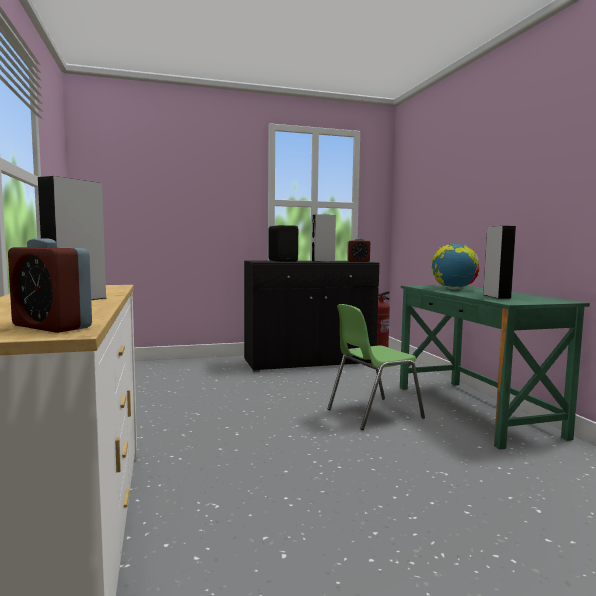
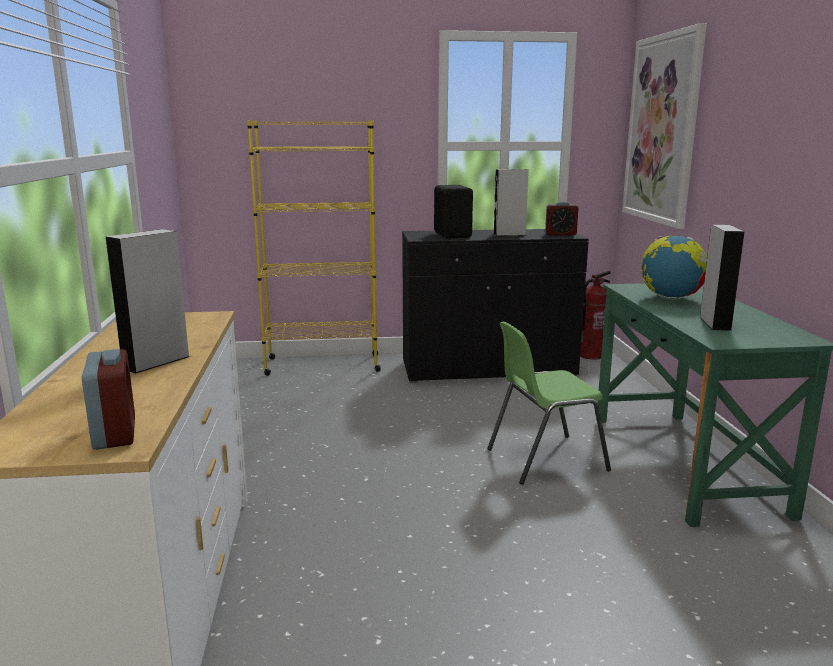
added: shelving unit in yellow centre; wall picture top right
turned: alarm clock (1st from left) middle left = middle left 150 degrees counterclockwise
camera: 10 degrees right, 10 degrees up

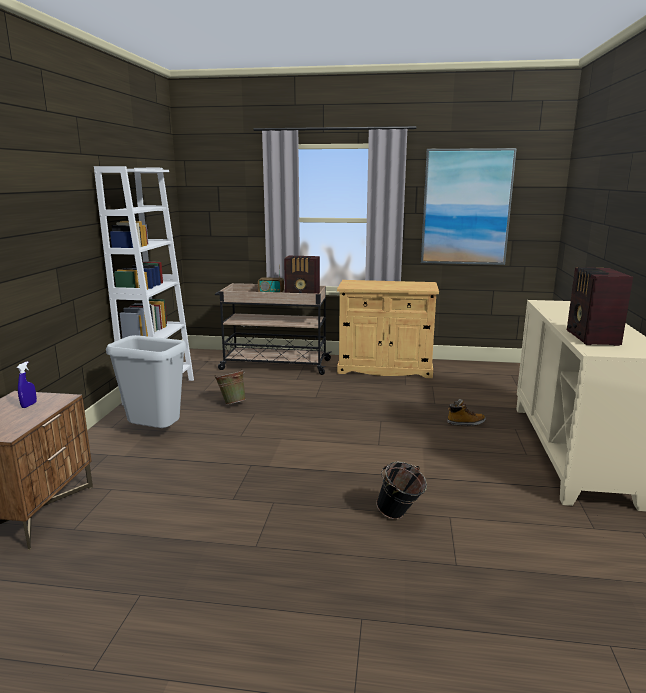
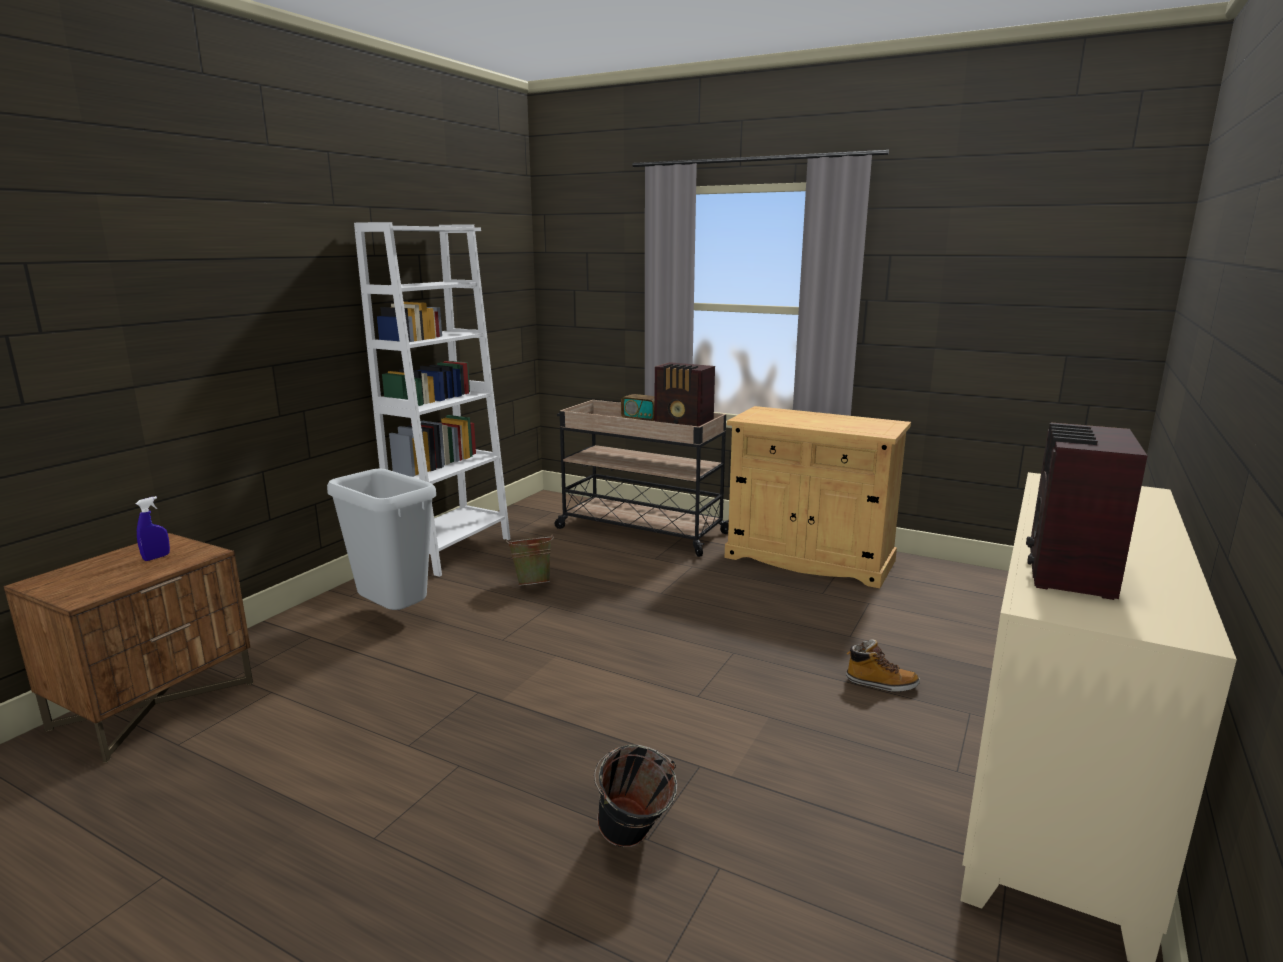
removed: wall picture top right
camera: 20 degrees right, 0 degrees up

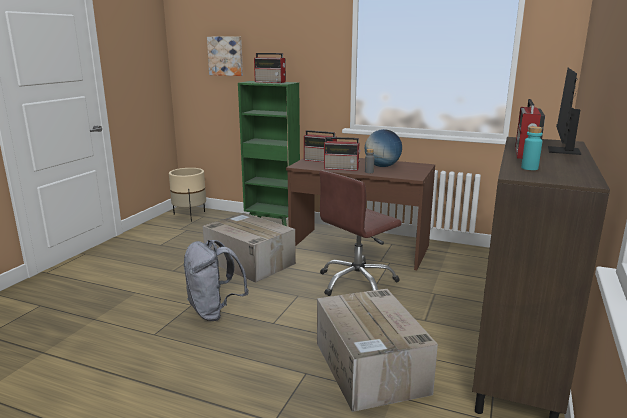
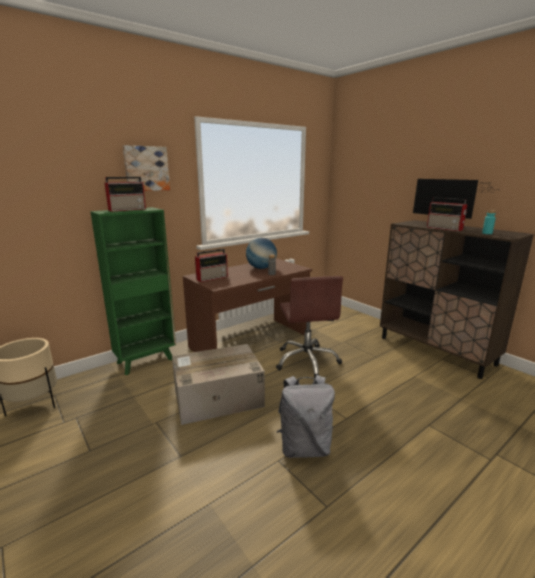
removed: carton (2nd from left) bottom centre; radio set (3rd from left) centre
moved: wall picture top centre to top left
camera: 60 degrees left, 0 degrees up

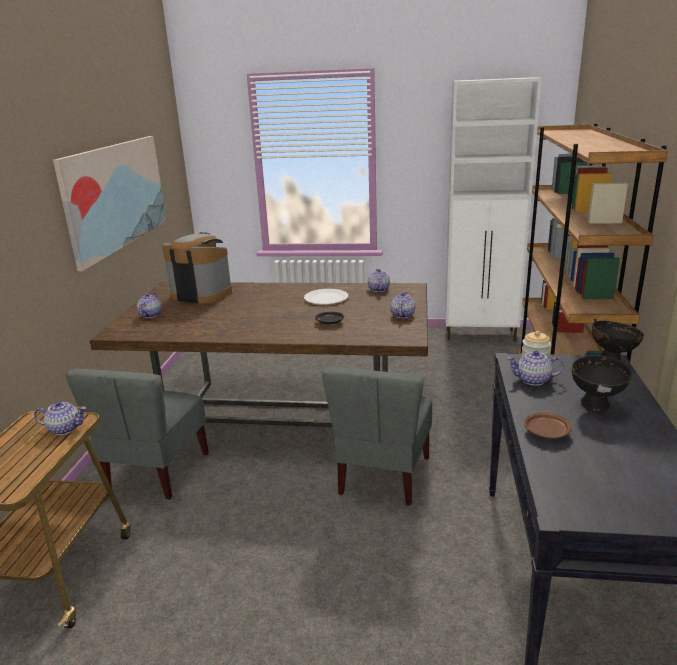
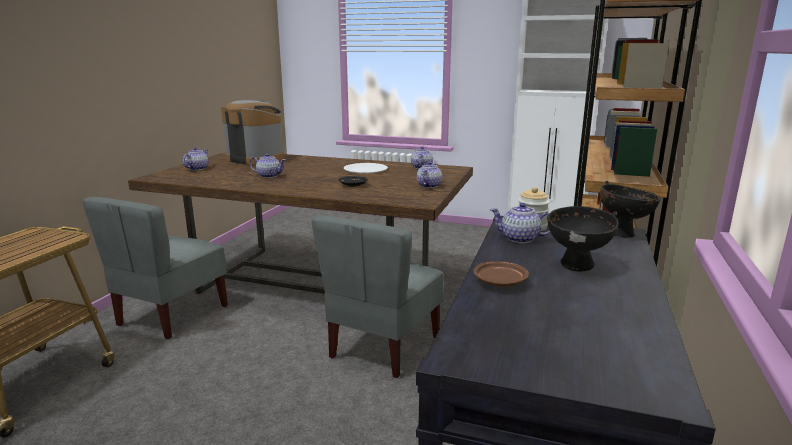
removed: wall picture top left
moved: teapot (1st from left in the first image) middle left to teapot (2nd from left) centre
camera: 10 degrees right, 5 degrees down

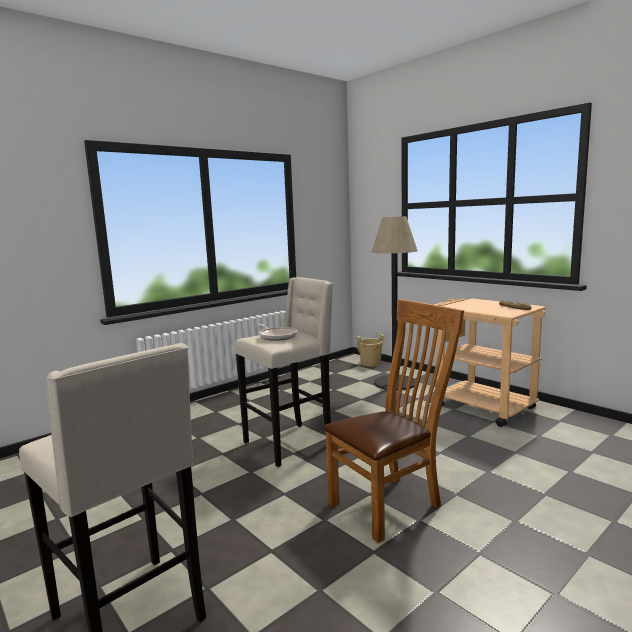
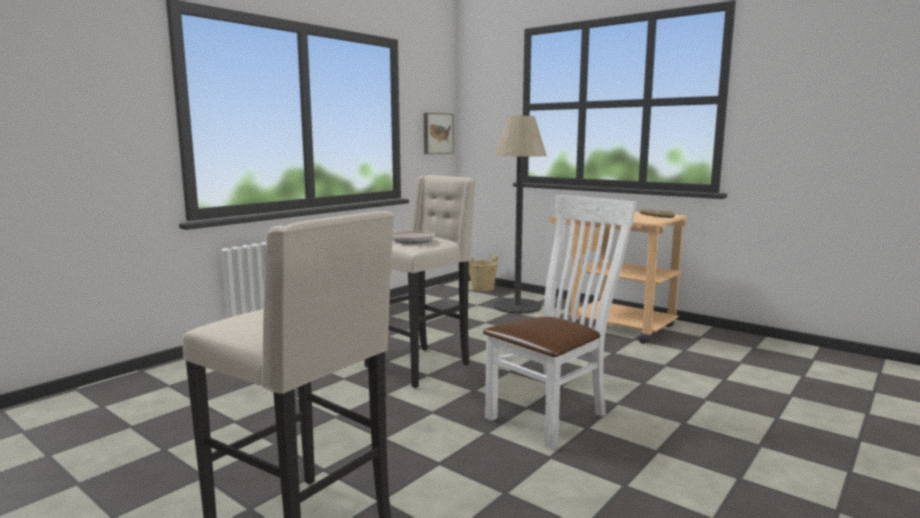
added: wall picture top centre
recoloured: chair in brown centre to chair in white centre
camera: 10 degrees left, 0 degrees up

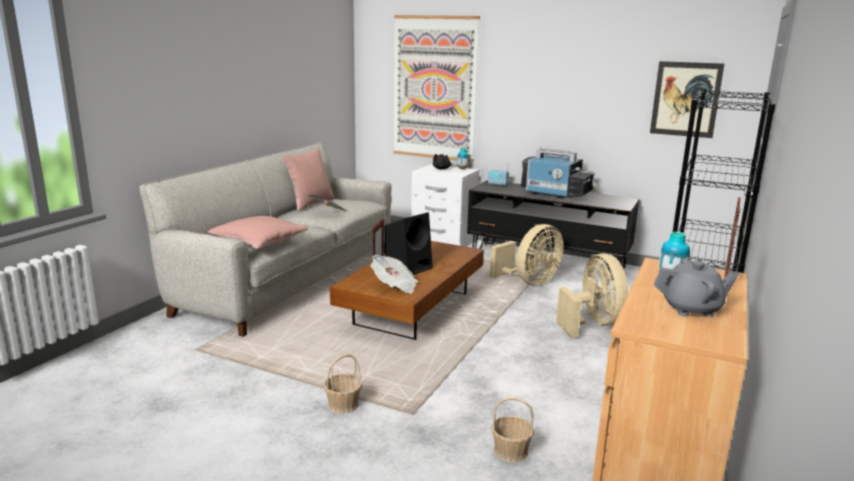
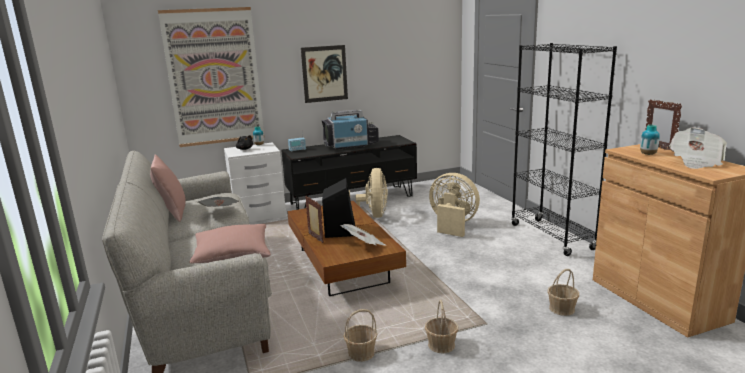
added: household basket (1st from left) bottom centre
moved: wall picture (2nd from left) top right to top centre
replaced: teapot in greyish middle right to daily paper (3rd from left) middle right
camera: 45 degrees left, 0 degrees up

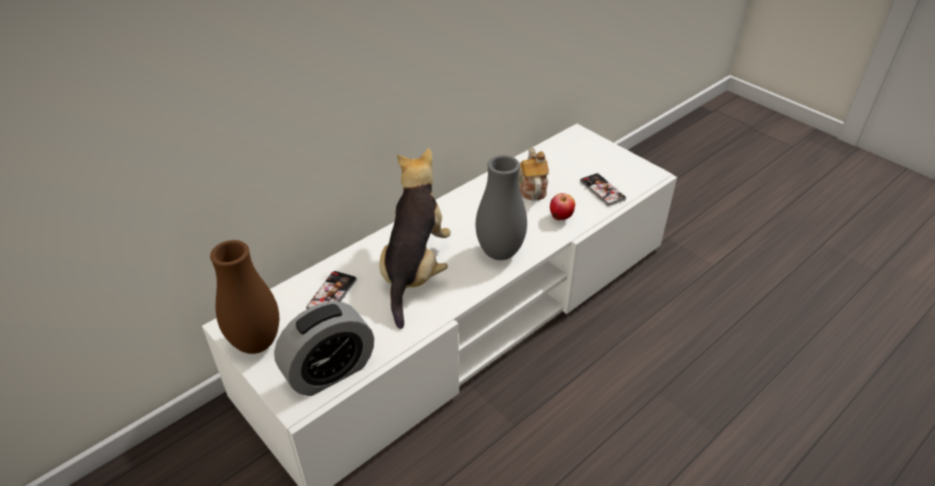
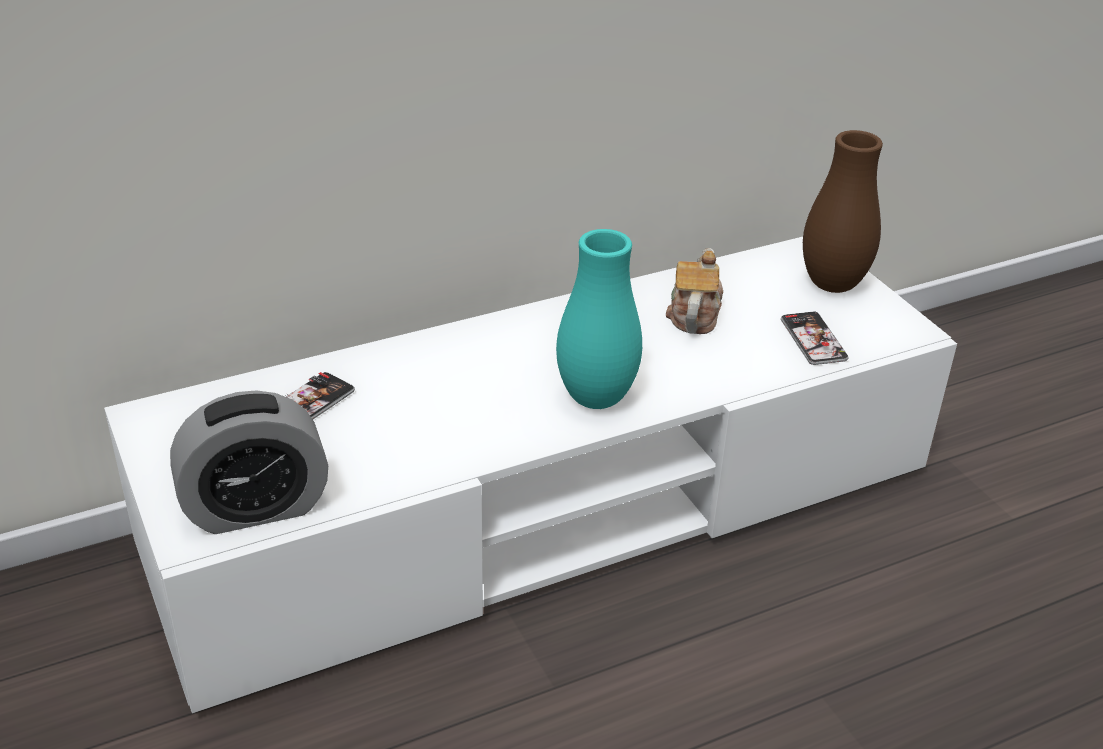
removed: cuddly toy centre; apple fruit centre
moved: flower vase in brown middle left to top right
recoloured: flower vase in greyish centre to flower vase in blue-green centre
camera: 15 degrees right, 5 degrees down

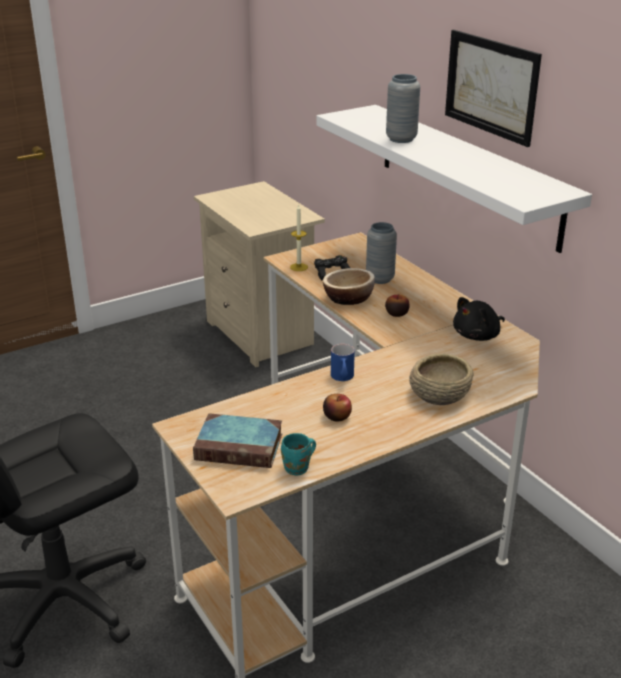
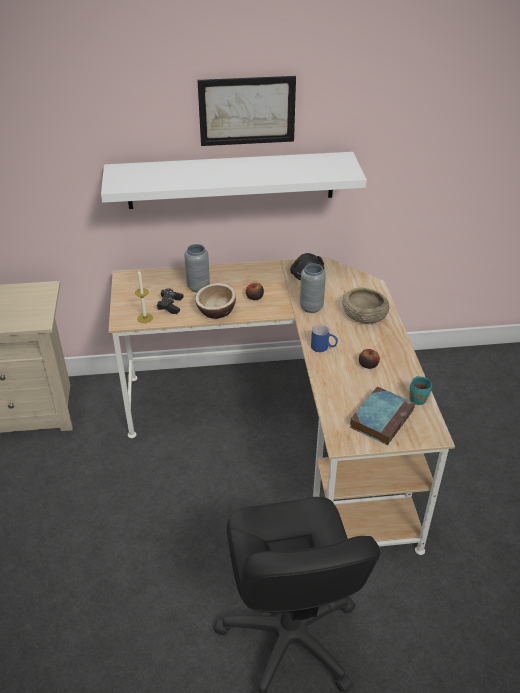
moved: flower vase in greyish (2nd from left) top centre to centre
camera: 65 degrees left, 10 degrees up

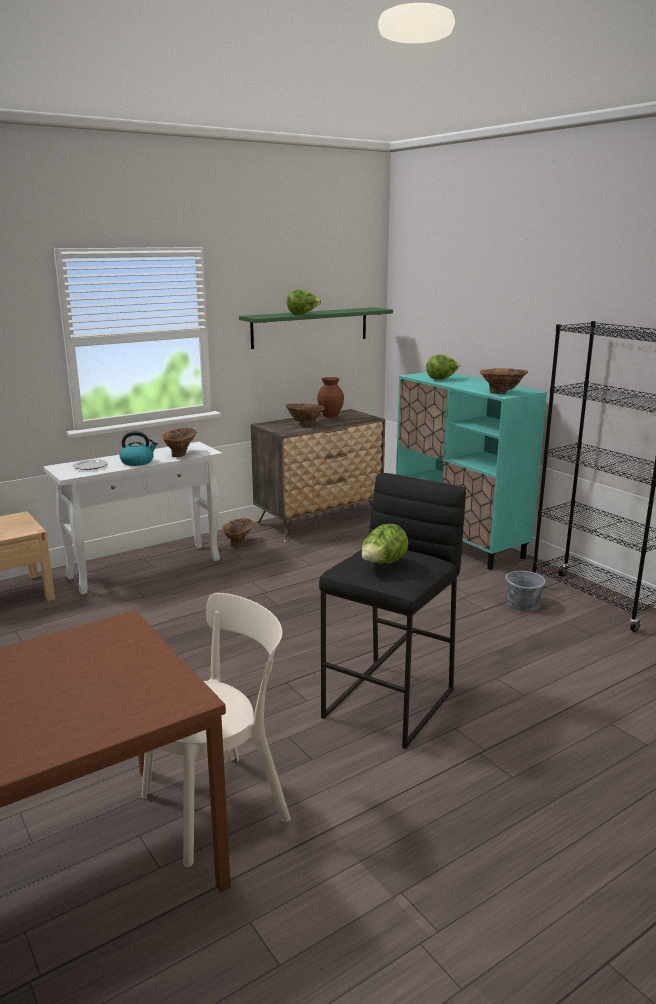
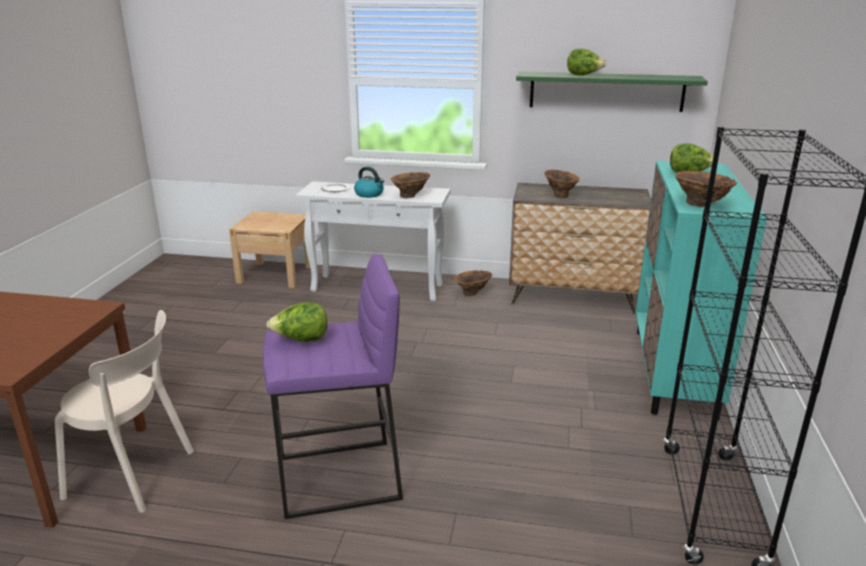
removed: flower vase in brown (4th from left) centre; bucket in greyish middle right
recoloured: stool in blackish centre to stool in purple bottom centre
camera: 45 degrees right, 5 degrees up

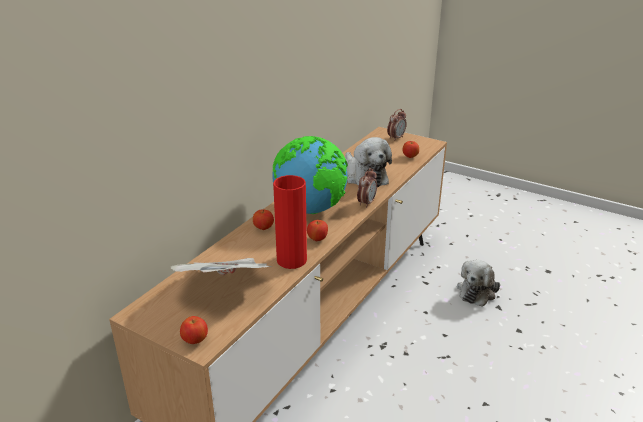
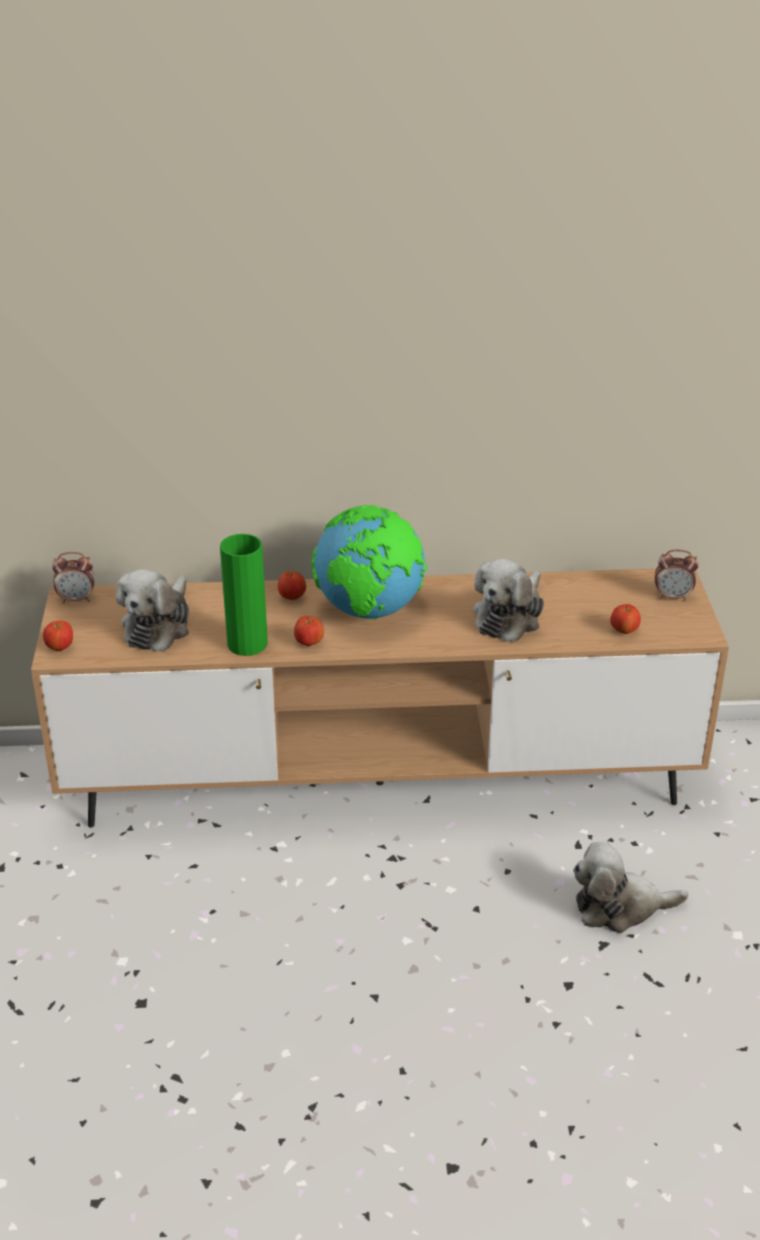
moved: alarm clock (1st from left) centre to middle left
replaced: daily paper centre to cuddly toy (1st from left) middle left
recoloured: flower vase in reddish centre to flower vase in green middle left
camera: 55 degrees right, 5 degrees up

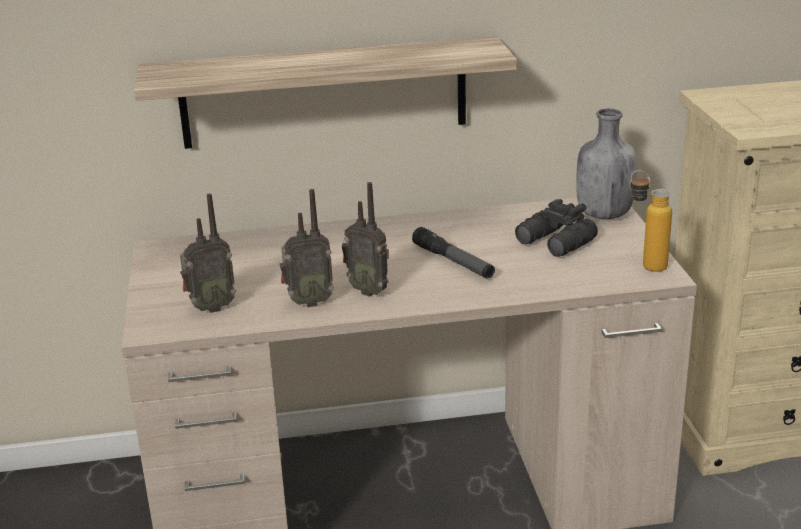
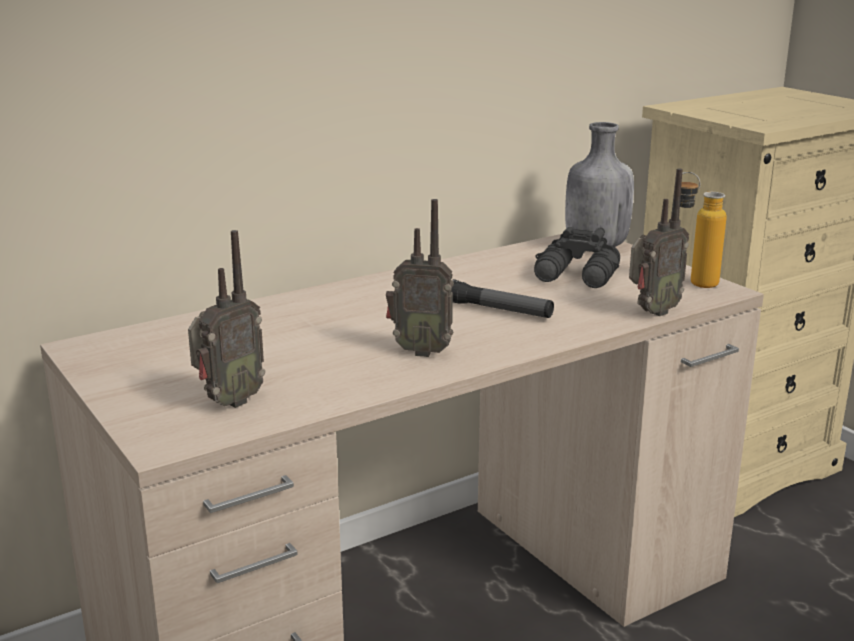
removed: shelf top centre
moved: radio set (2nd from left in the first image) centre to radio set (3rd from left) middle right
camera: 25 degrees left, 5 degrees down

